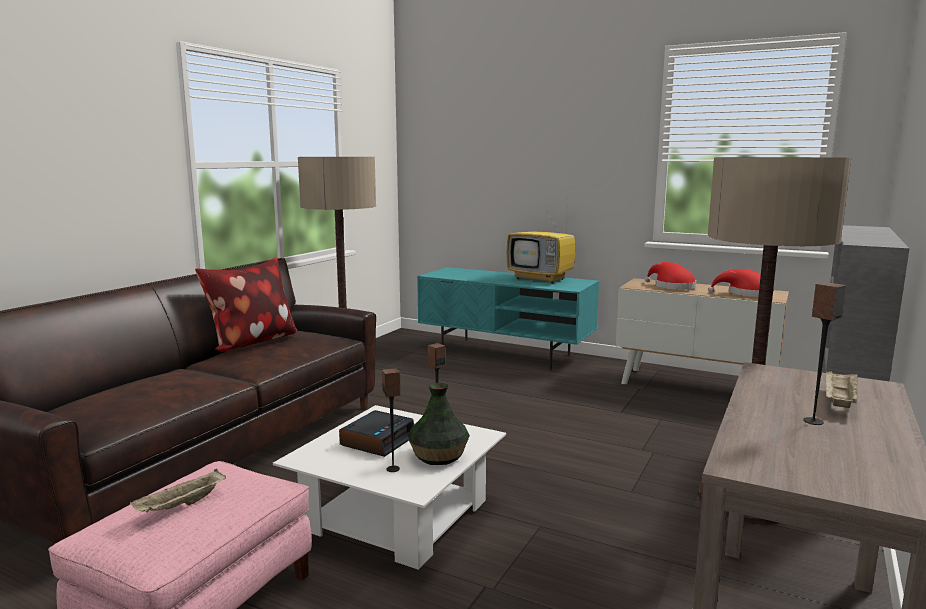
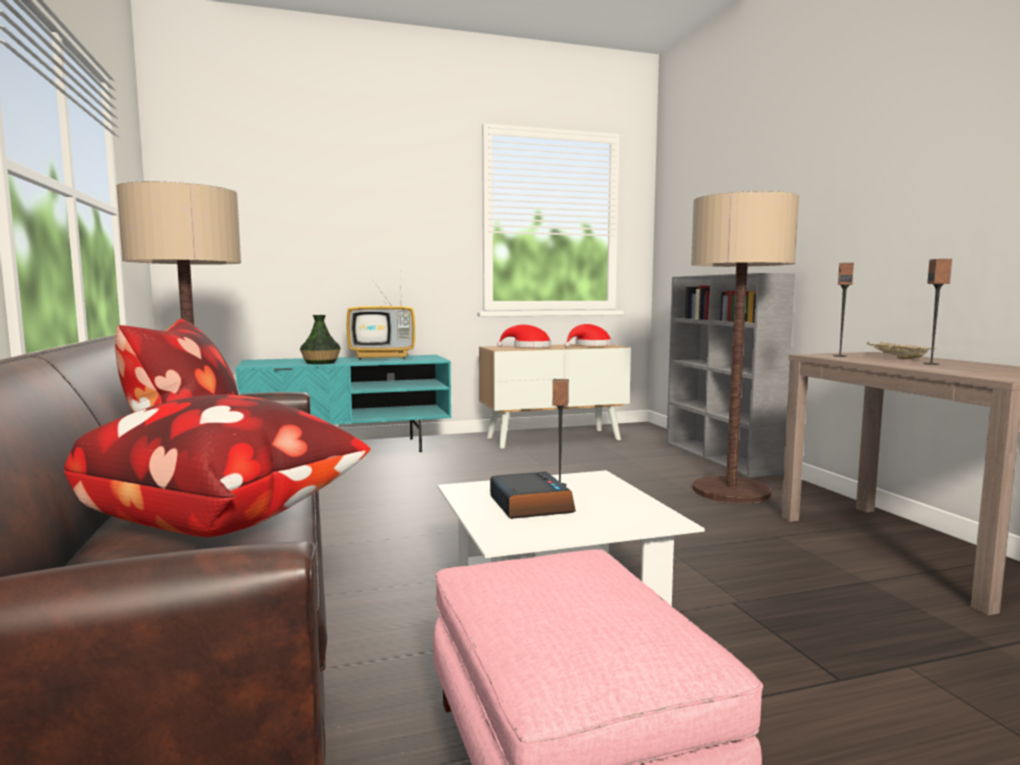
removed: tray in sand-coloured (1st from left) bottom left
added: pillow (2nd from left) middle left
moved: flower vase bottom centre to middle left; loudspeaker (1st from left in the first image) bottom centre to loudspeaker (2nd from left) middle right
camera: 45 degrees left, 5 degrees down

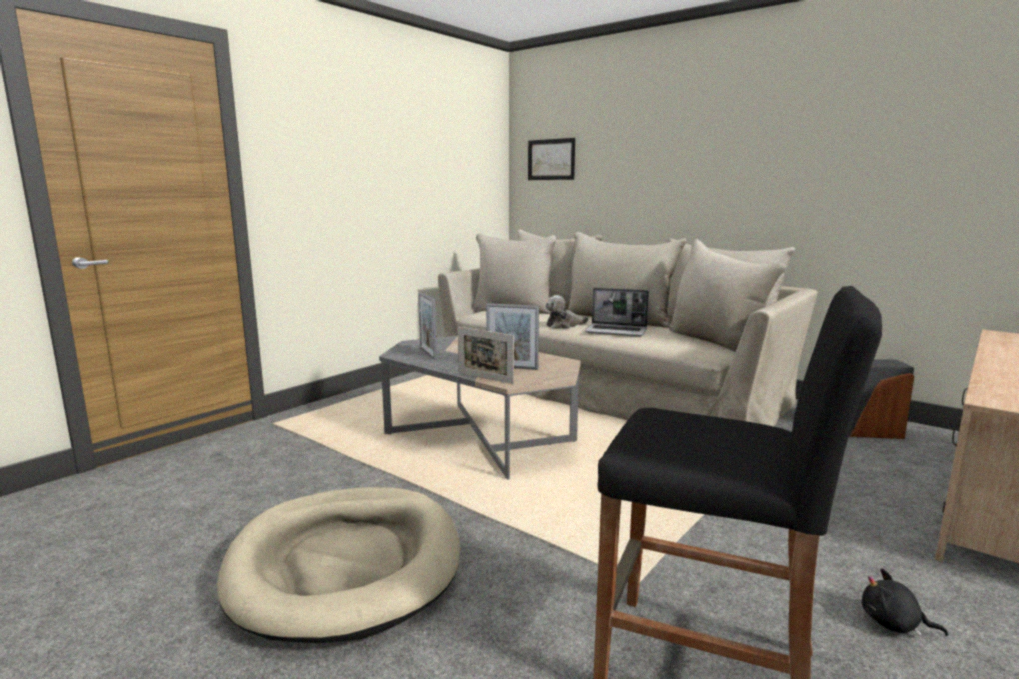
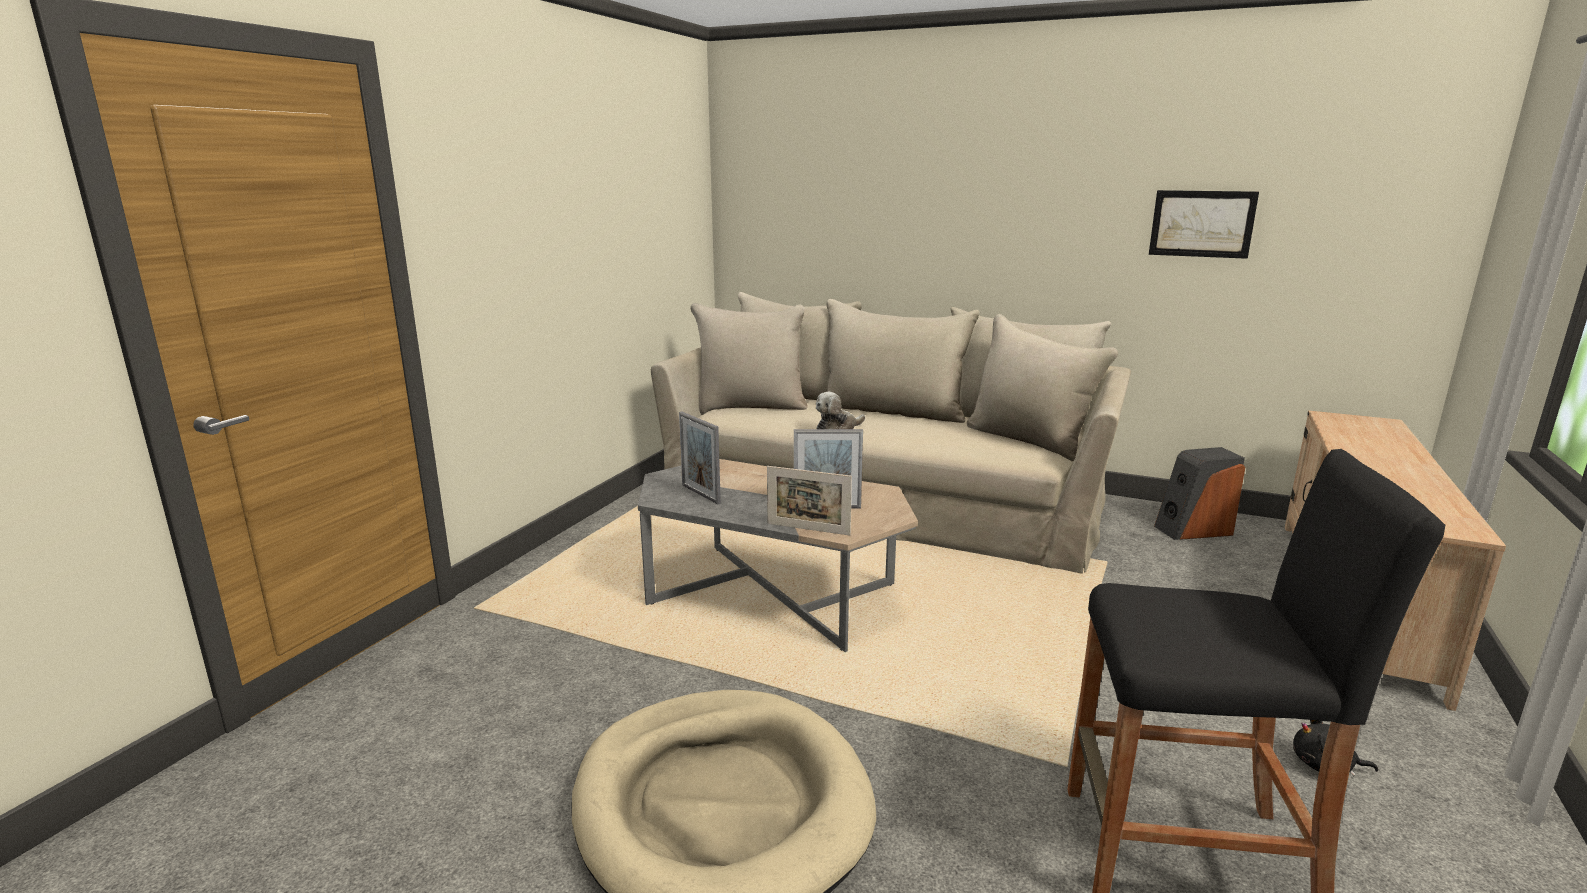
removed: notebook computer centre
moved: wall picture top centre to top right
camera: 15 degrees left, 5 degrees up

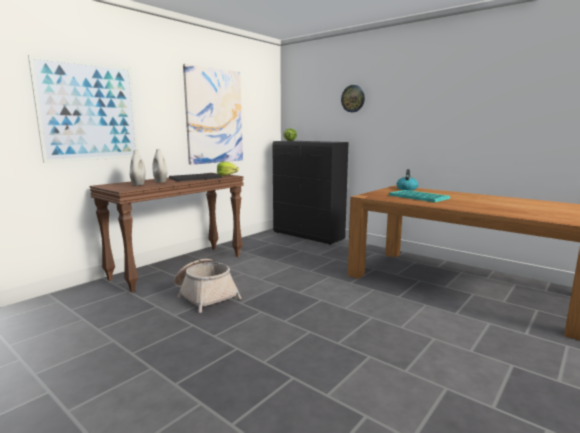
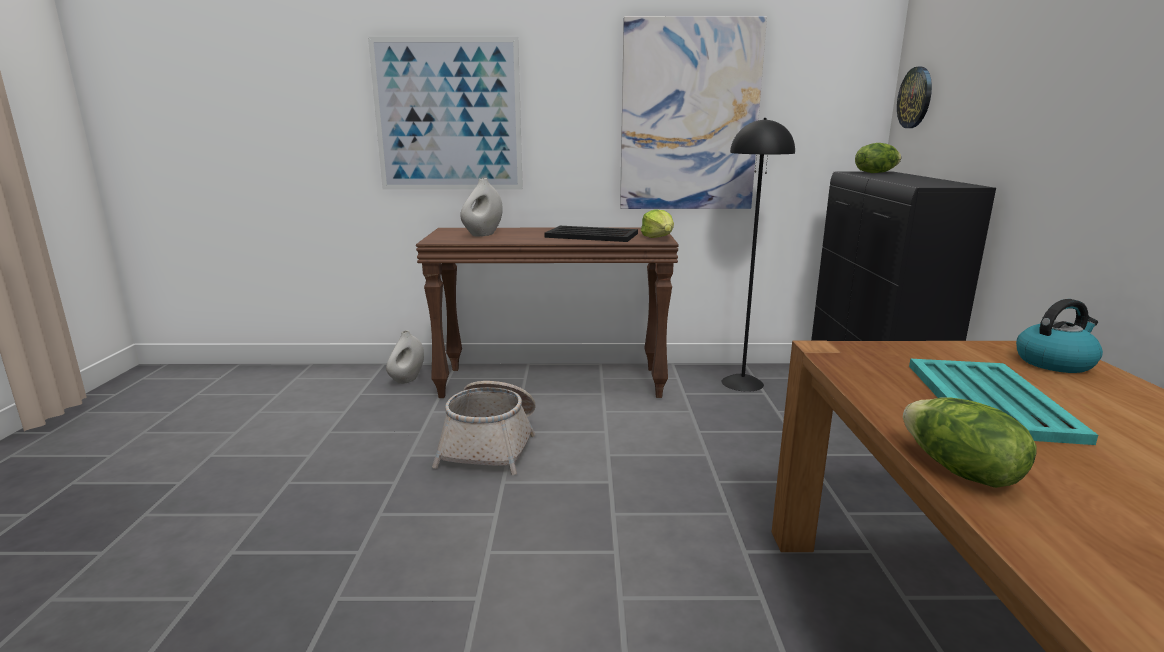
added: standard lamp in blackish centre; head of lettuce (3rd from left) bottom right
moved: flower vase in white (2nd from left in the first image) middle left to flower vase in white (1st from left) centre; hanging clock top centre to top right
camera: 50 degrees right, 5 degrees up

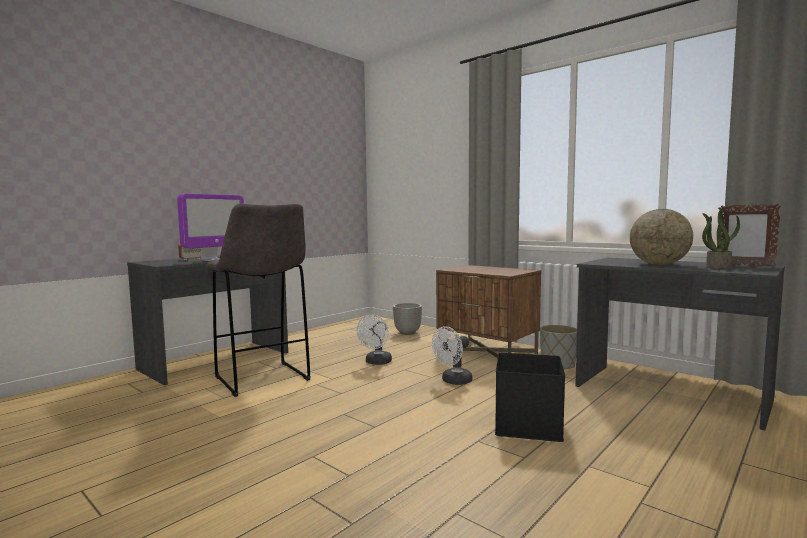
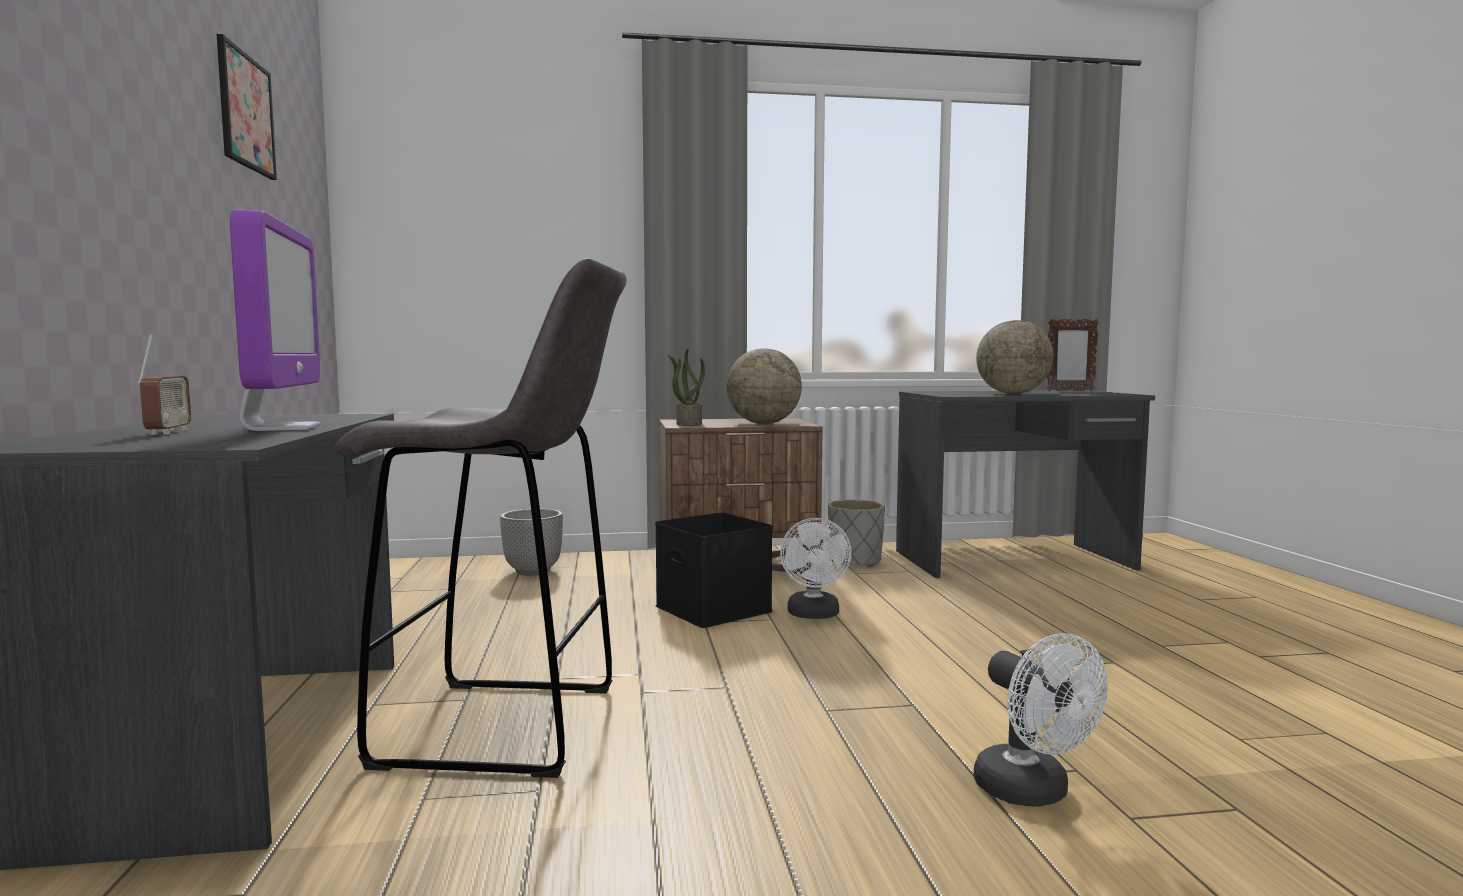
added: wall picture top left; globe (1st from left) centre
moved: storage container in blackish bottom centre to centre; plant in a pot middle right to centre; fan in white (1st from left in the first image) centre to fan in white (2nd from left) bottom right
camera: 50 degrees left, 0 degrees up

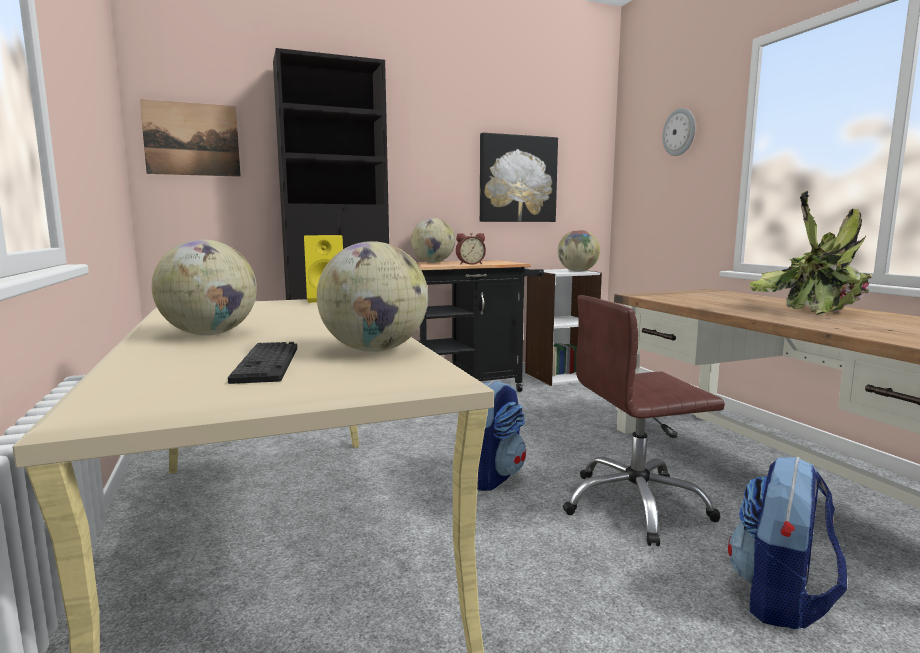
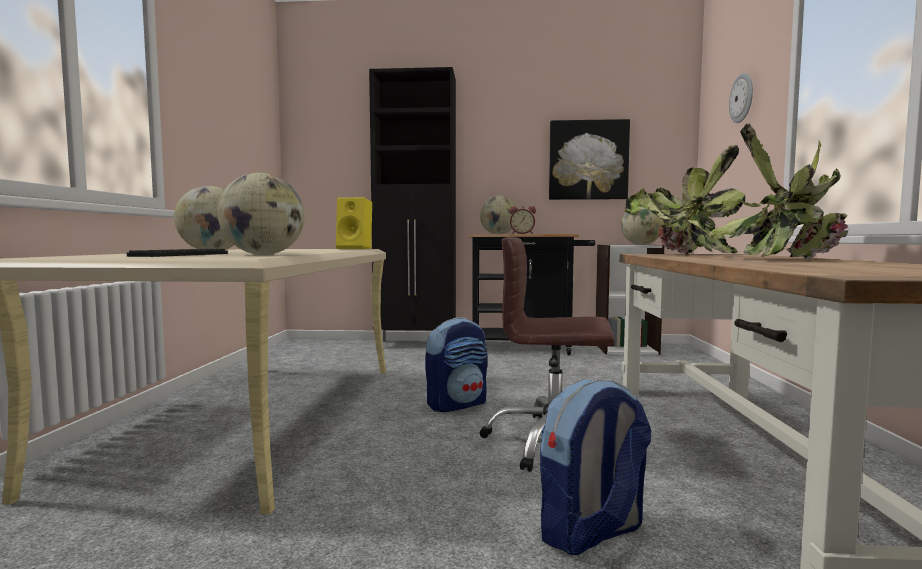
removed: wall picture (1st from left) top left
added: plant in a pot (1st from left) middle right
camera: 25 degrees right, 5 degrees down

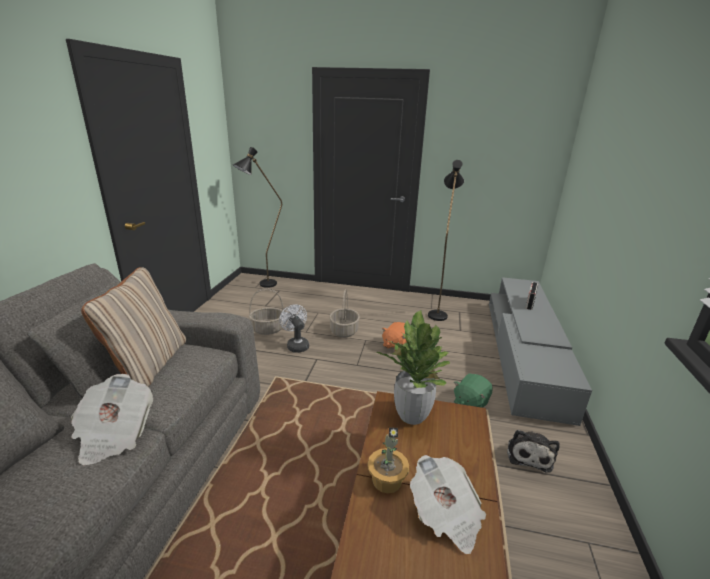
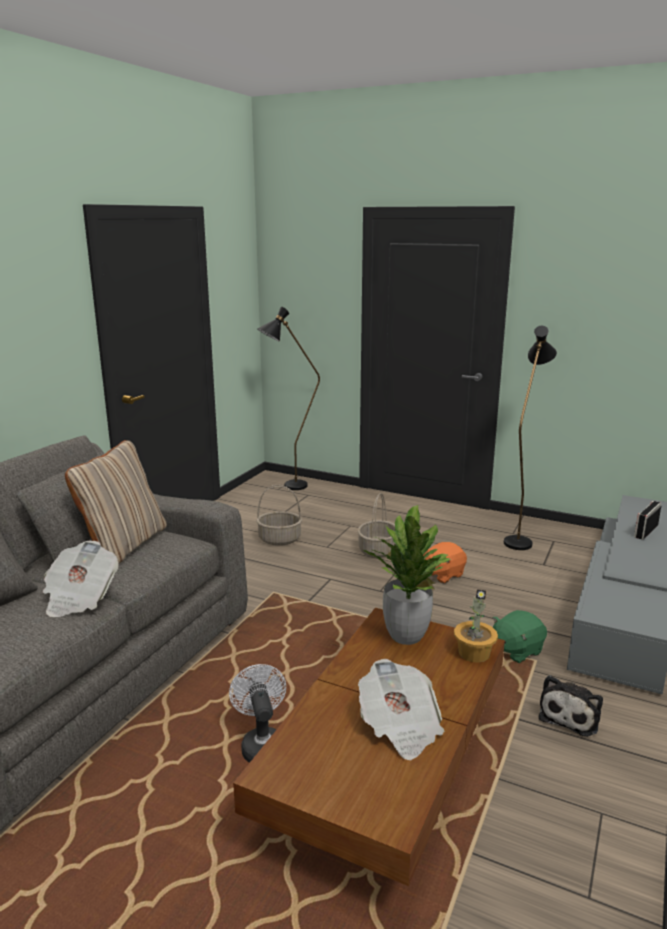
moved: fan in white centre to bottom centre; plant in a pot (1st from left in the first image) bottom centre to plant in a pot (2nd from left) bottom right
camera: 15 degrees right, 5 degrees down

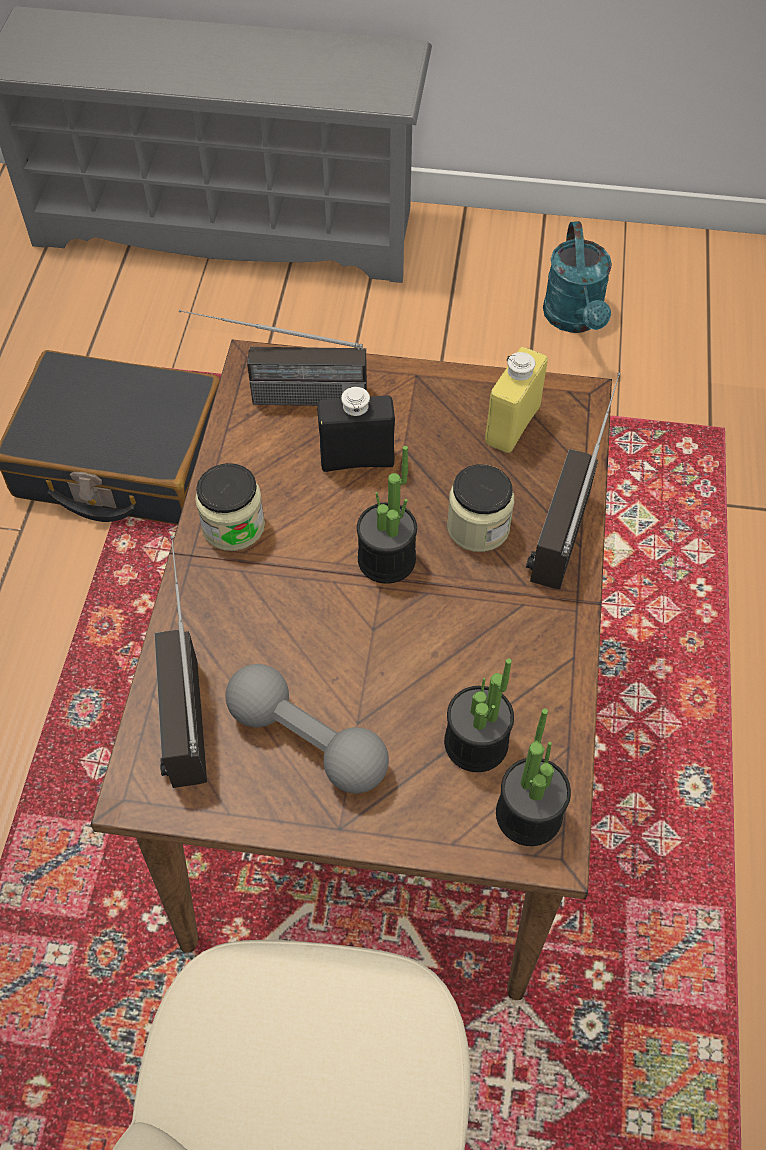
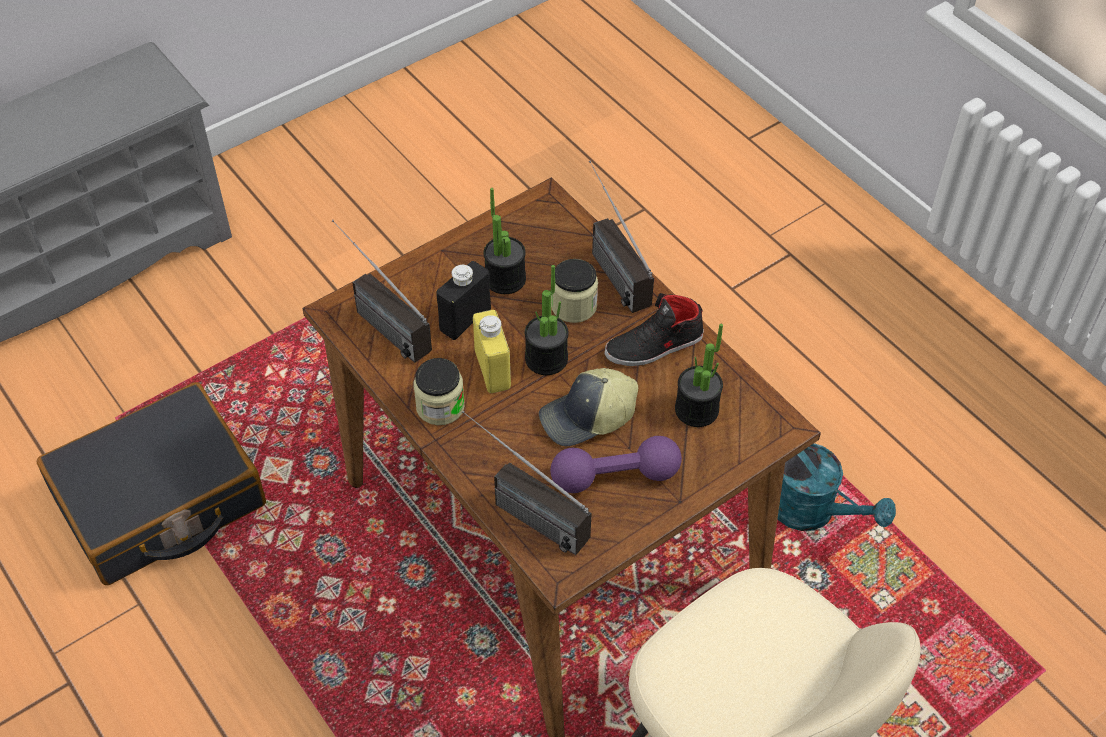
added: baseball cap centre; item of footwear in blackish centre
moved: bottle in yellow middle right to centre; plant in a pot (3rd from left in the first image) bottom right to plant in a pot (1st from left) top centre; watering pot in blue-green top right to middle right
recoloured: dumbbell in greyish centre to dumbbell in purple centre
turned: radio set (2nd from left in the first image) top centre = centre 90 degrees clockwise
camera: 45 degrees left, 5 degrees down

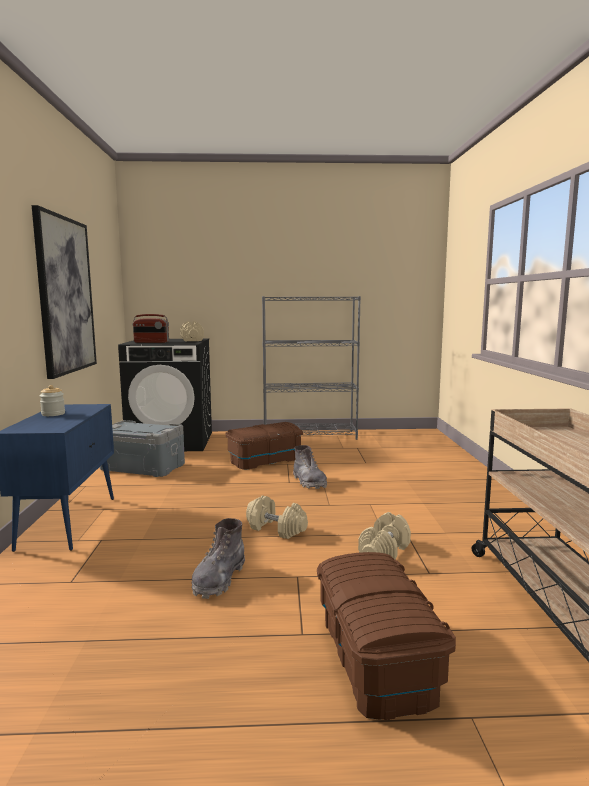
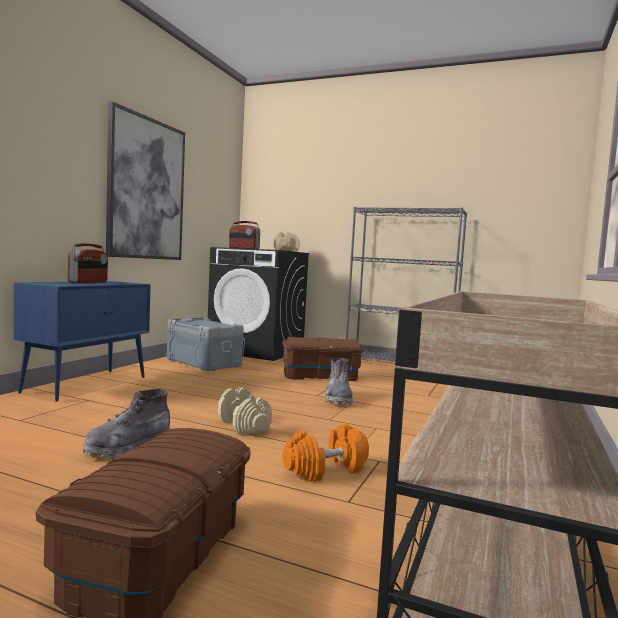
replaced: jar middle left to radio set (1st from left) middle left
recoloured: dumbbell in sand-coloured (3rd from left) bottom centre to dumbbell in orange-coloured bottom centre
camera: 25 degrees right, 5 degrees down

